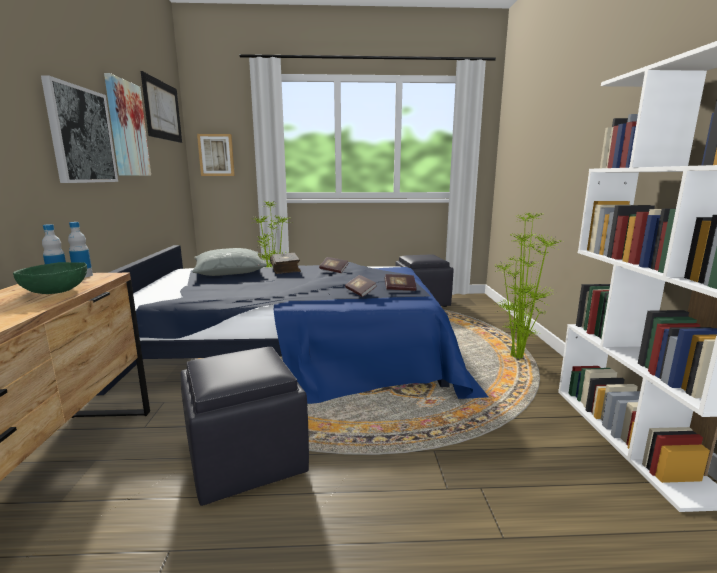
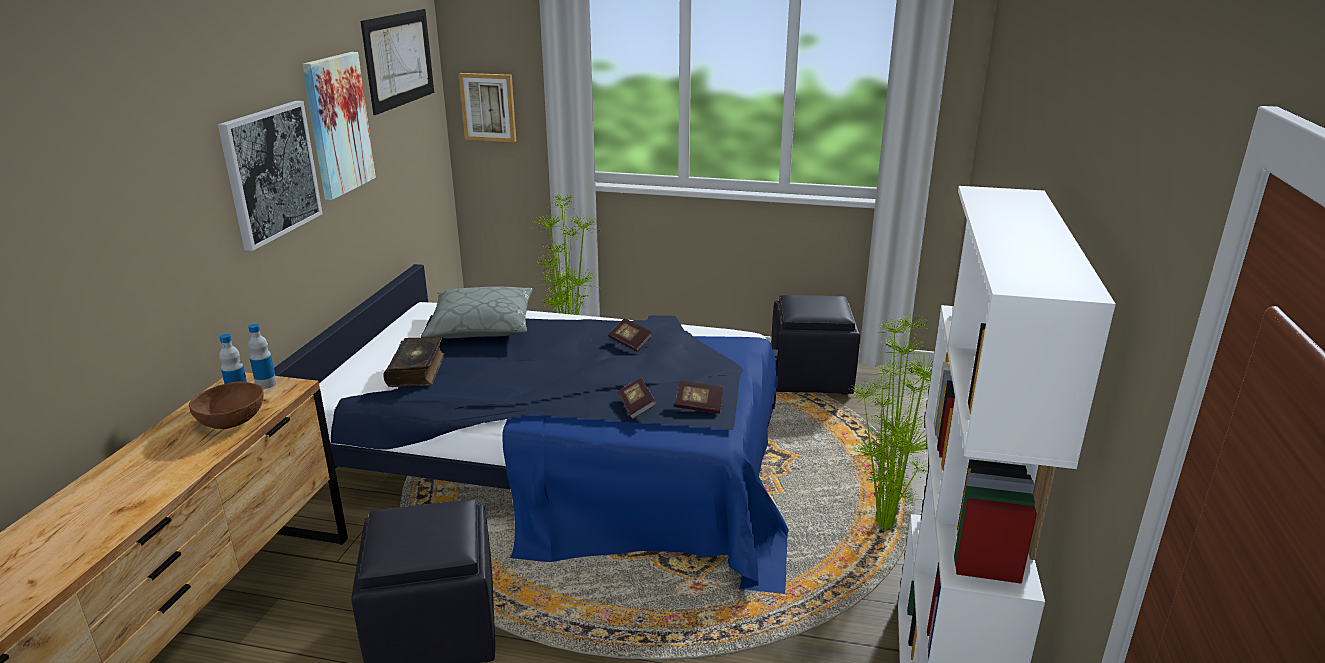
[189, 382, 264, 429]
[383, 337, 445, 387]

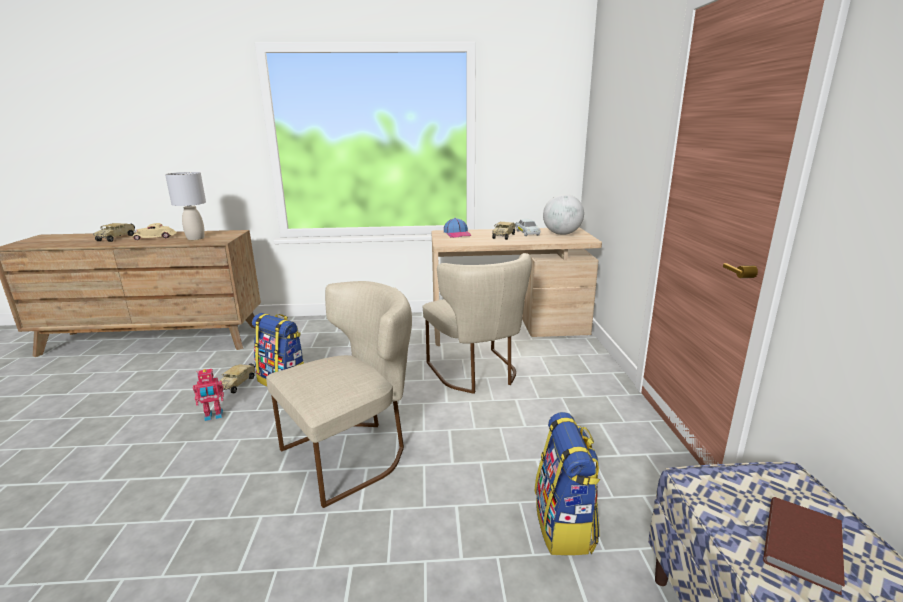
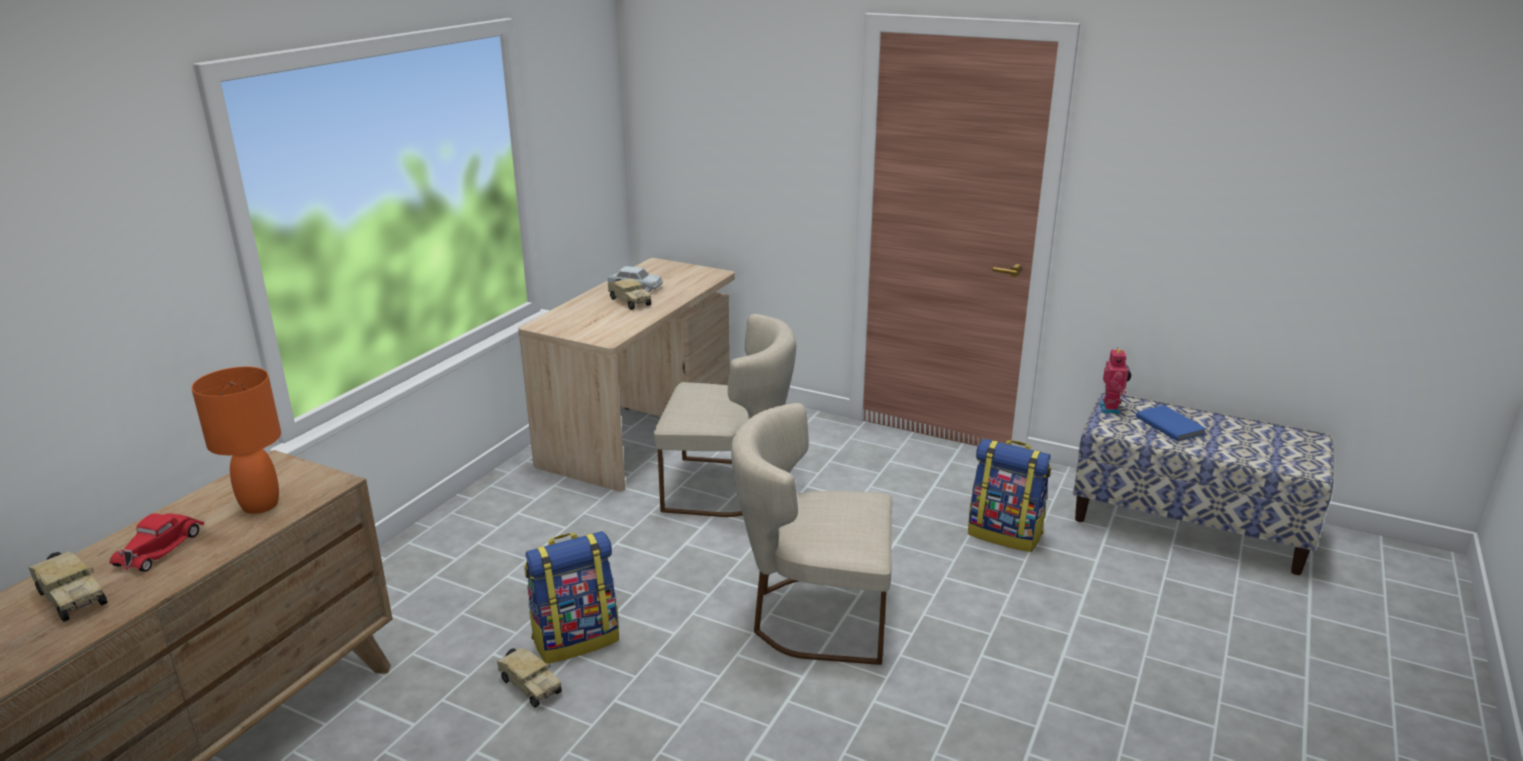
[109, 513, 205, 572]
[191, 367, 281, 514]
[1099, 347, 1131, 414]
[731, 403, 892, 665]
[444, 218, 471, 238] (first image)
[543, 194, 584, 235] (first image)
[1136, 405, 1207, 442]

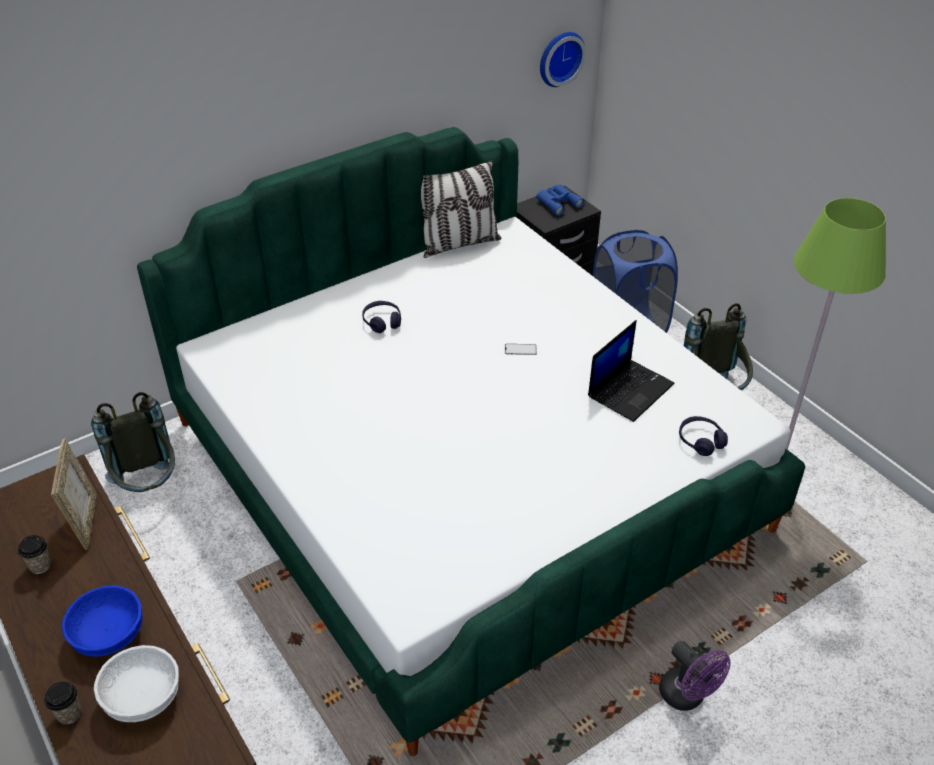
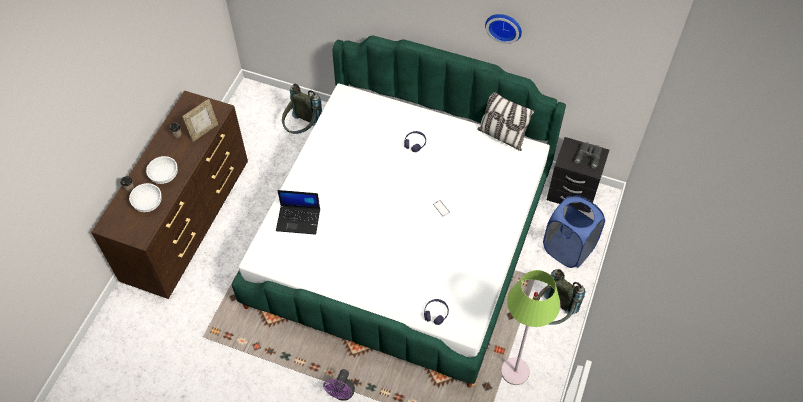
[146, 156, 178, 184]
[574, 142, 602, 169]
[485, 14, 522, 44]
[276, 190, 320, 235]

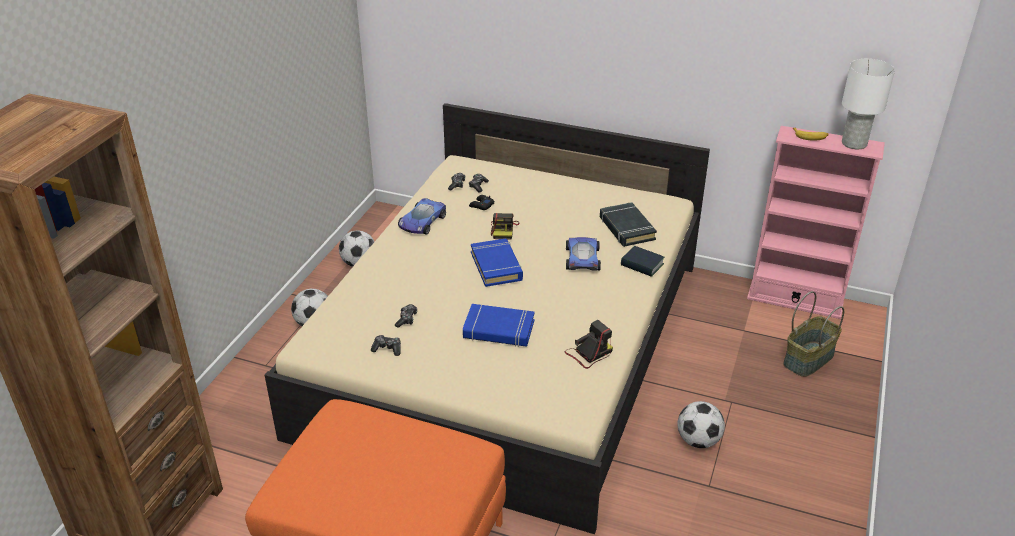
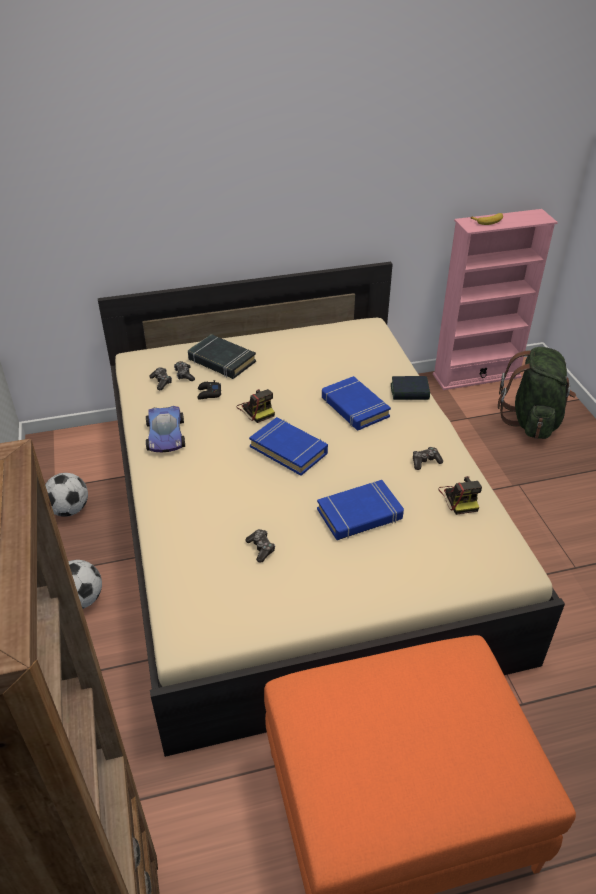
[413, 447, 443, 470]
[438, 476, 482, 515]
[322, 376, 391, 430]
[188, 334, 256, 379]
[677, 401, 725, 448] (first image)
[498, 347, 576, 439]
[842, 59, 895, 149] (first image)

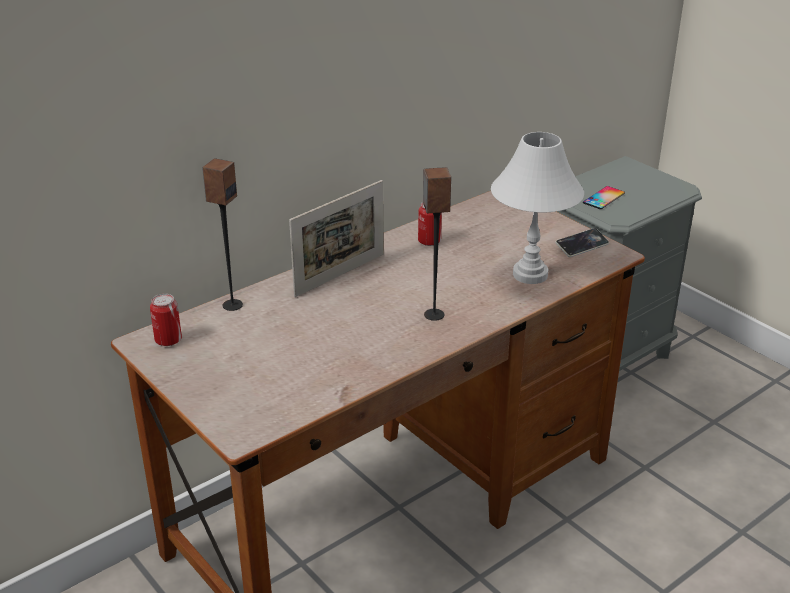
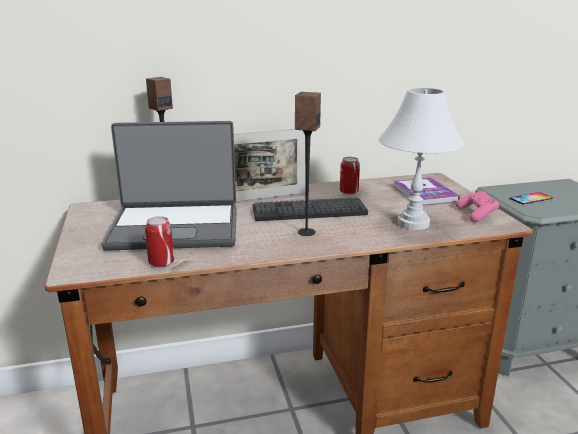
[145, 216, 174, 267]
[456, 191, 499, 222]
[101, 121, 237, 251]
[253, 197, 368, 221]
[392, 177, 460, 206]

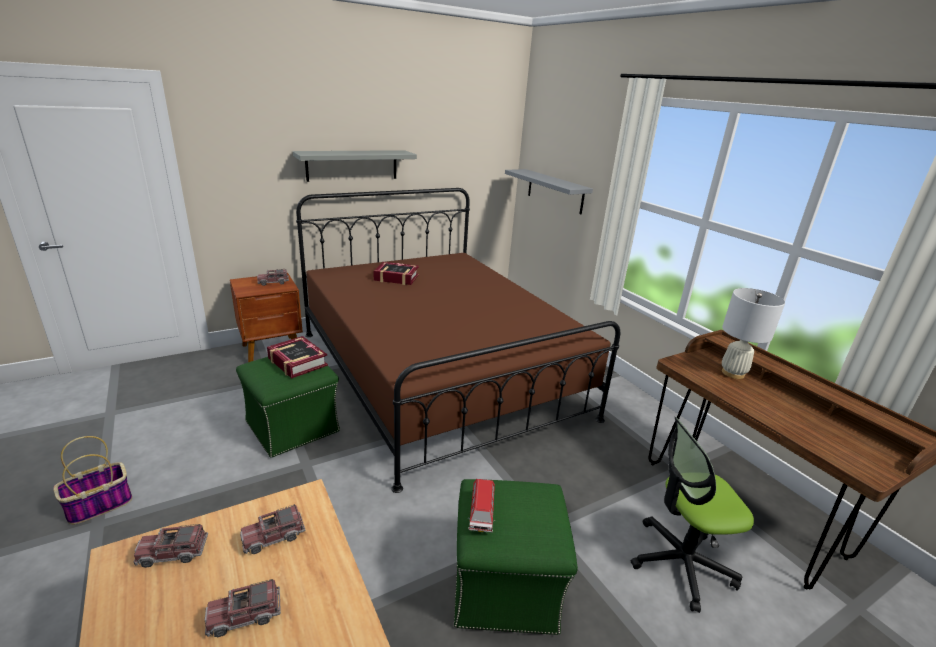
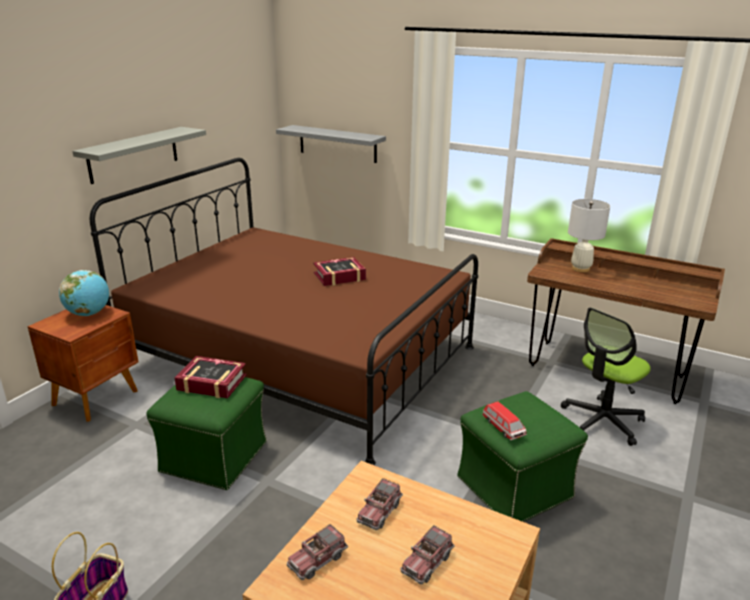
[59, 270, 109, 316]
[313, 257, 366, 286]

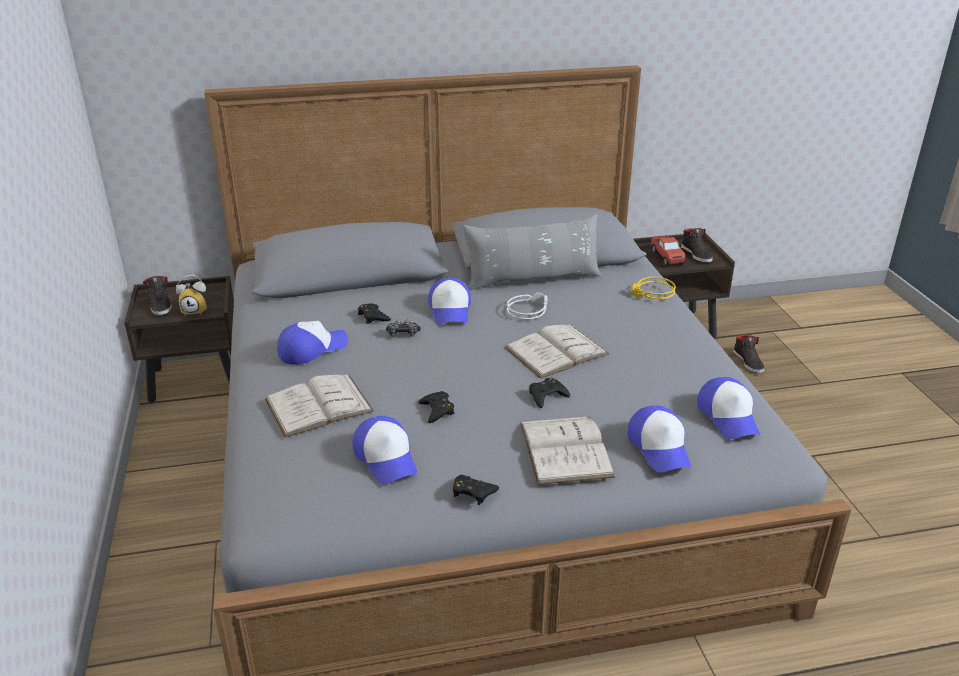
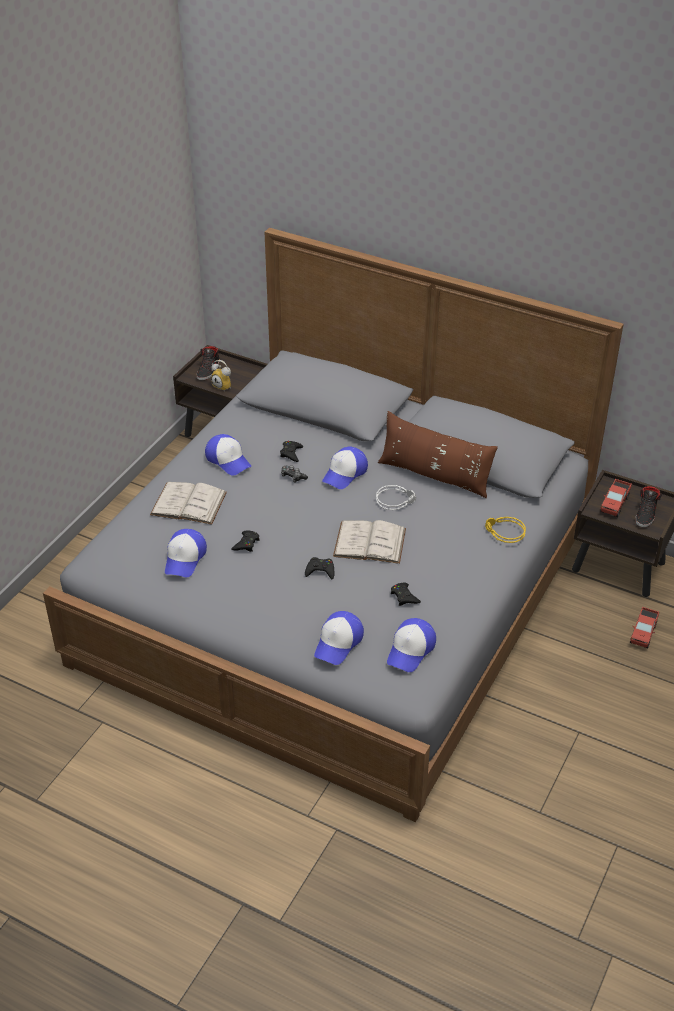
[205, 434, 251, 476]
[391, 583, 421, 606]
[378, 411, 498, 498]
[520, 416, 615, 485] (first image)
[630, 607, 659, 648]

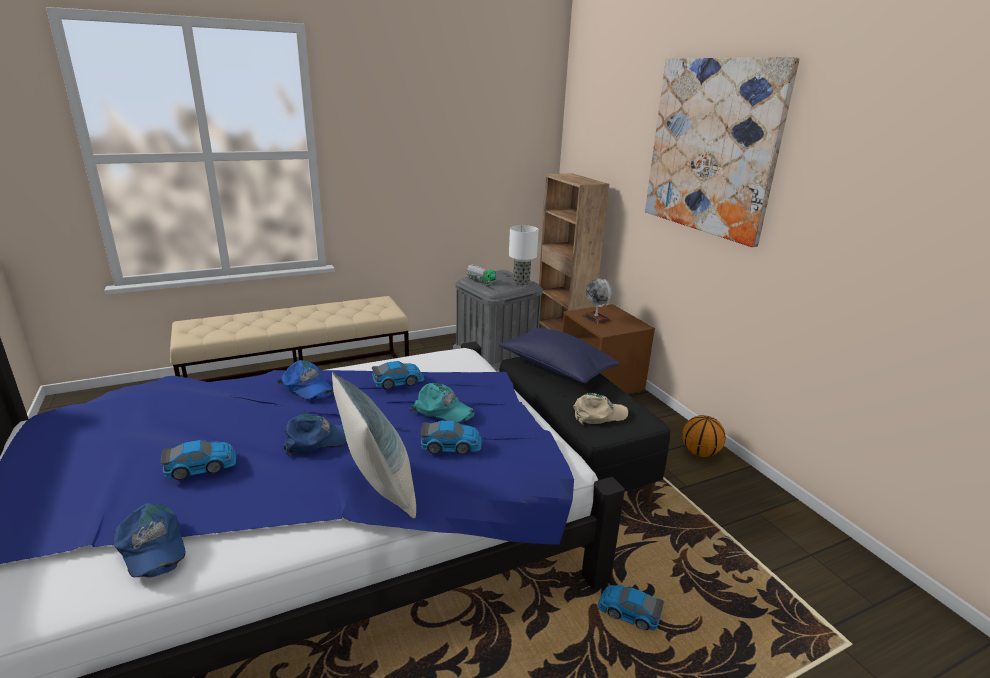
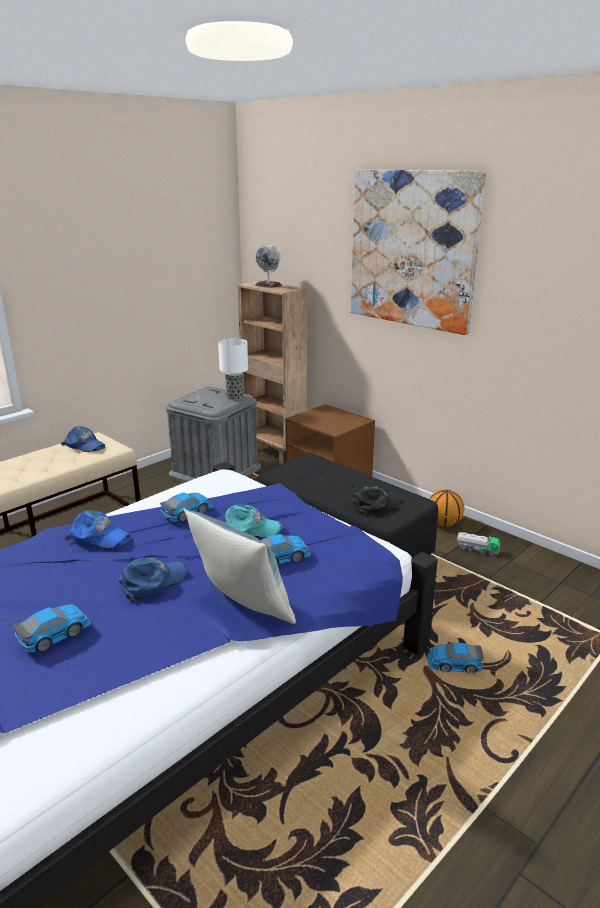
[61, 426, 105, 452]
[457, 532, 500, 556]
[499, 328, 620, 383] (first image)
[352, 487, 400, 517]
[255, 244, 282, 288]

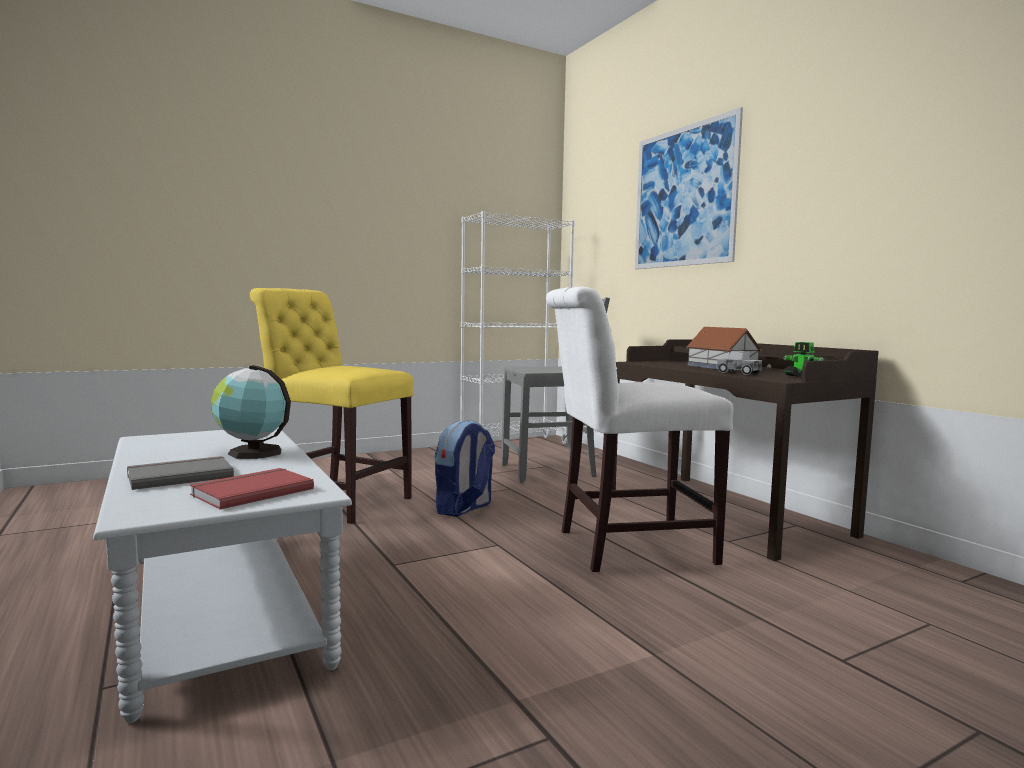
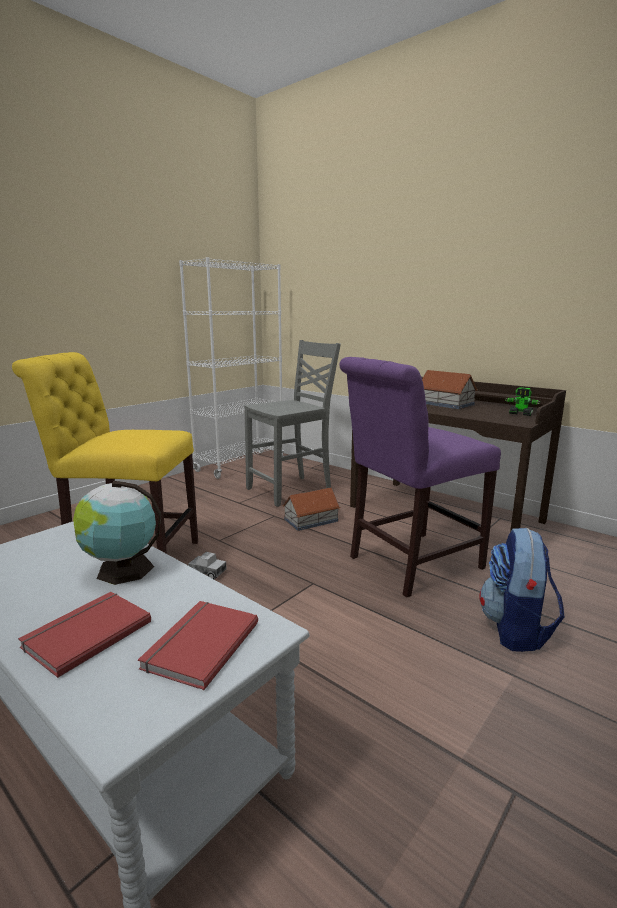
[18, 592, 151, 678]
[479, 528, 565, 652]
[339, 357, 501, 598]
[635, 107, 743, 269] (first image)
[188, 552, 227, 579]
[283, 487, 341, 531]

